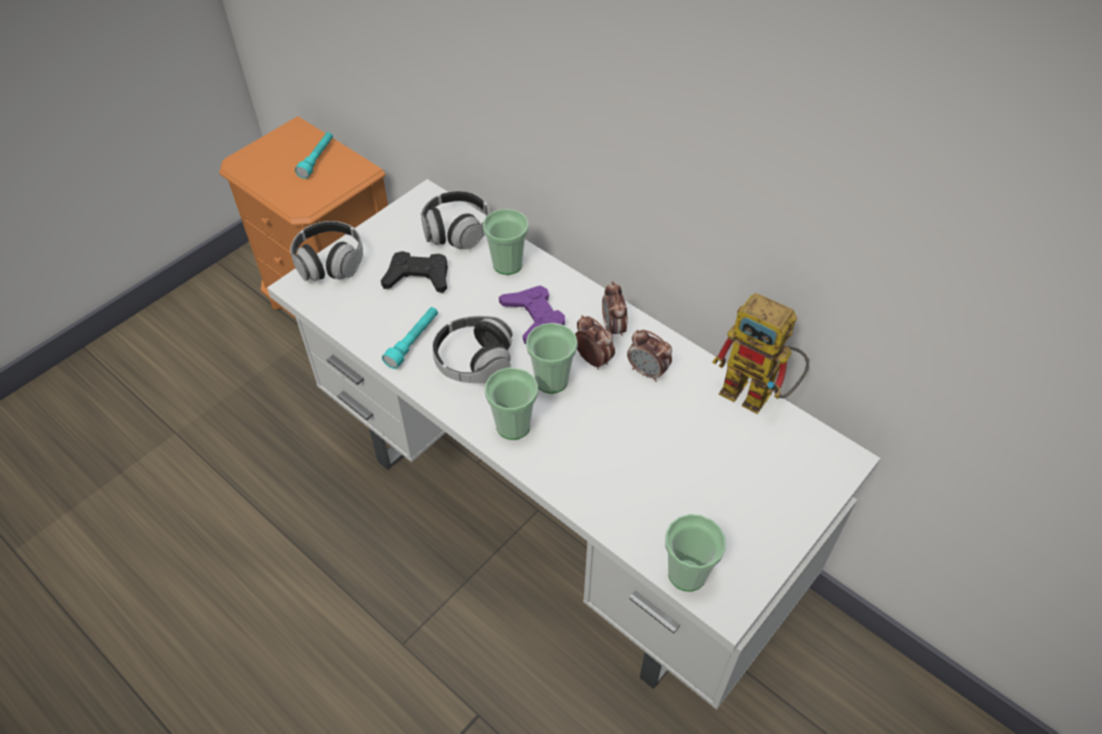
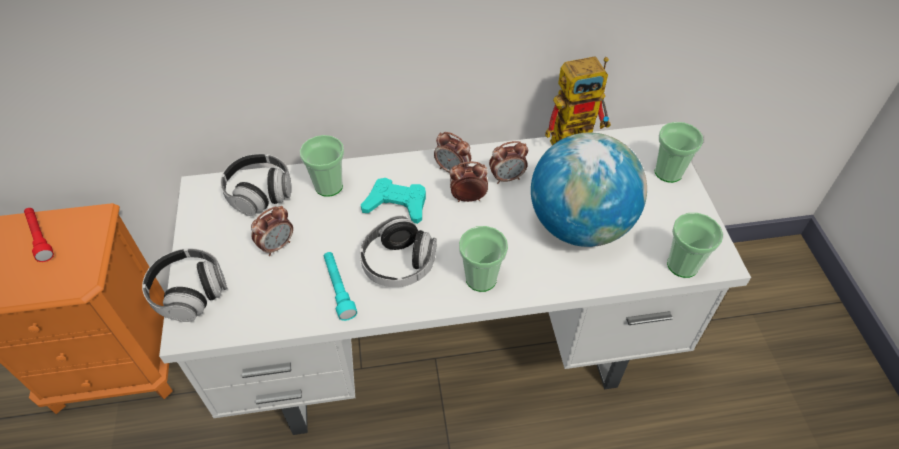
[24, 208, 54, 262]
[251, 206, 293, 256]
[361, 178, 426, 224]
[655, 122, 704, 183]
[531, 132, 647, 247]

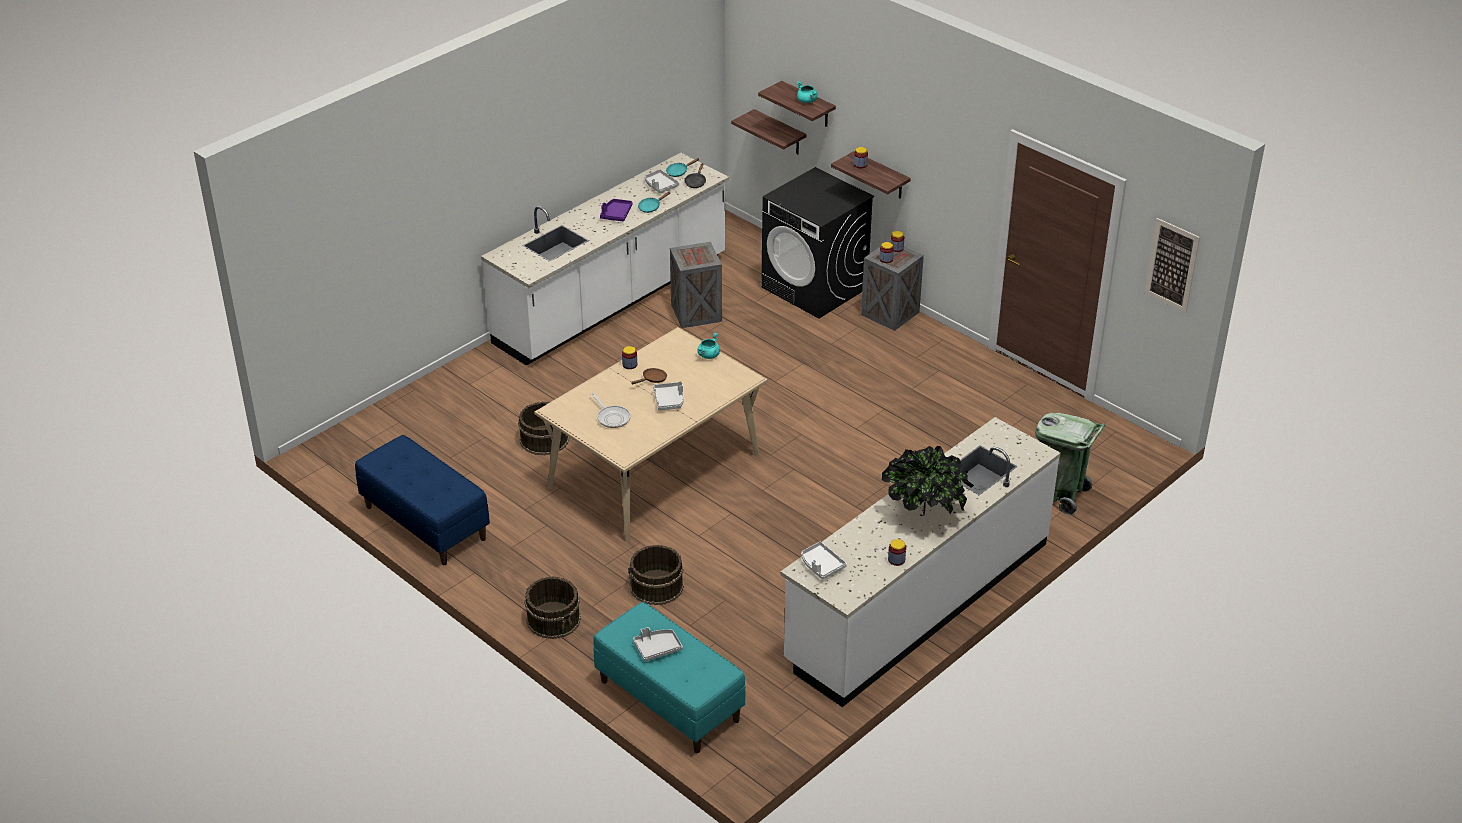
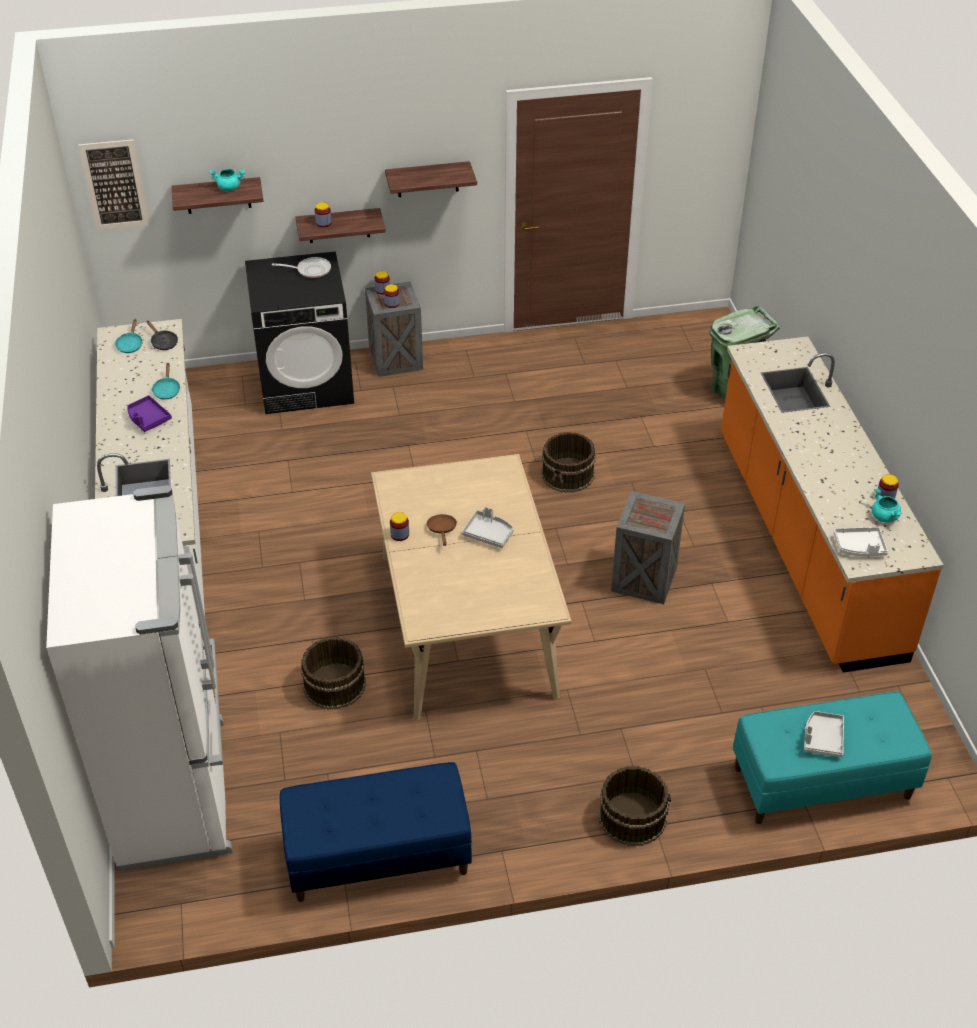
[272, 257, 331, 278]
[541, 432, 596, 493]
[645, 169, 679, 193] (first image)
[611, 491, 685, 604]
[872, 488, 902, 522]
[385, 161, 477, 197]
[721, 337, 944, 673]
[882, 446, 974, 514] (first image)
[78, 139, 149, 230]
[46, 485, 233, 871]

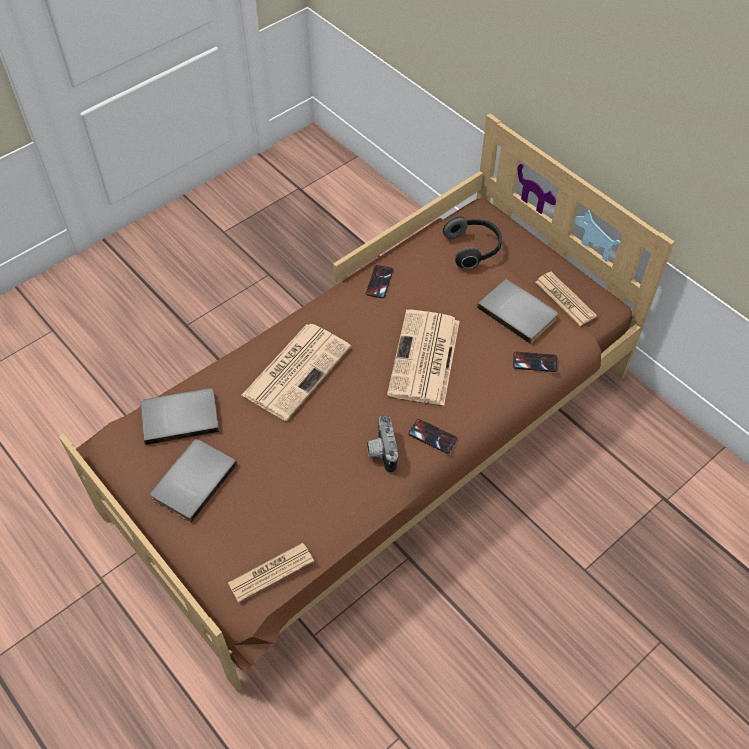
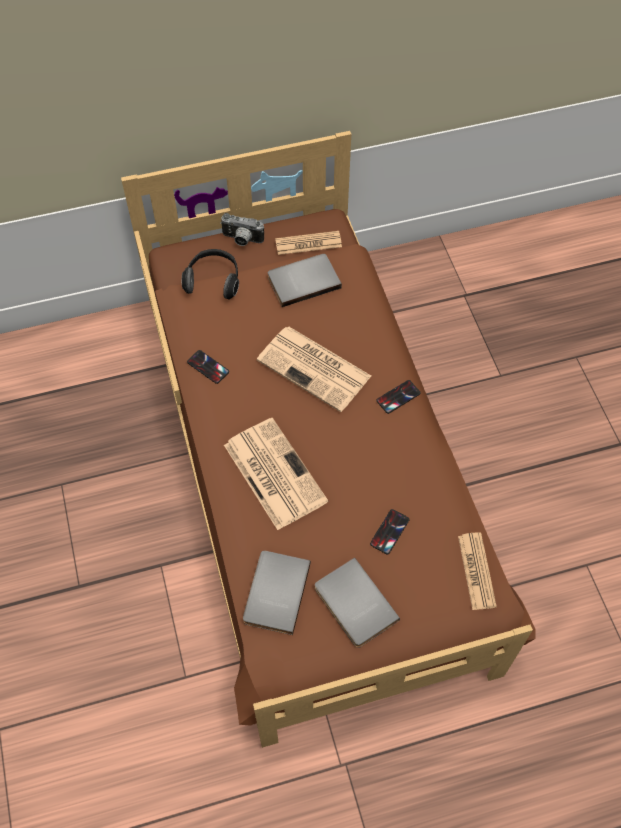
[220, 213, 264, 246]
[370, 509, 409, 554]

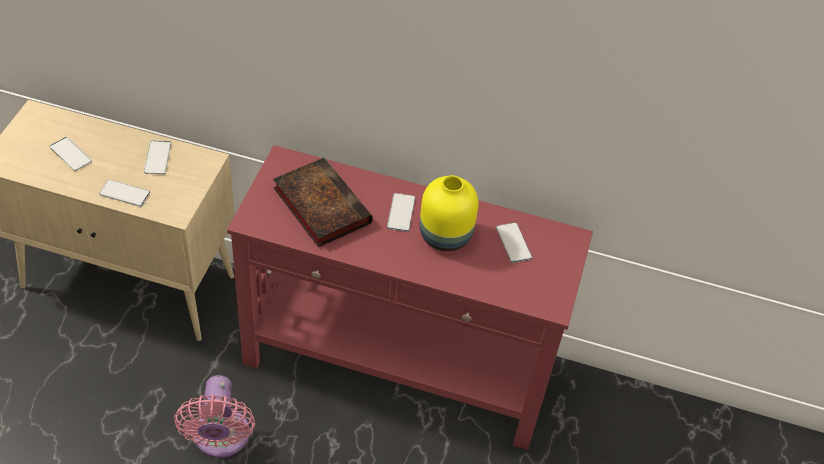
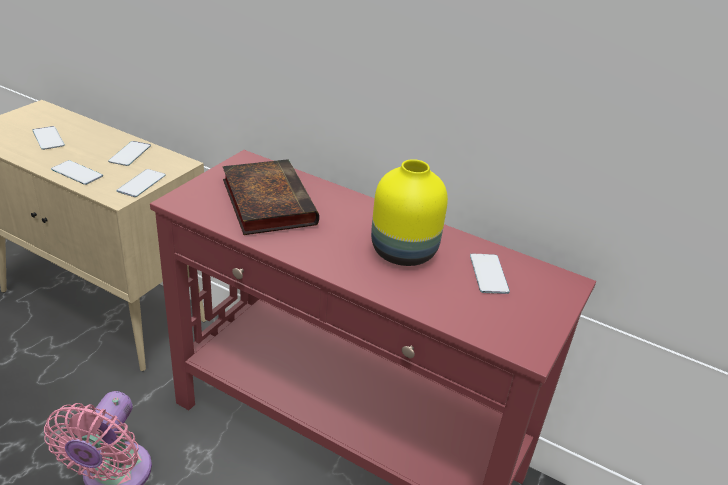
[116, 169, 166, 197]

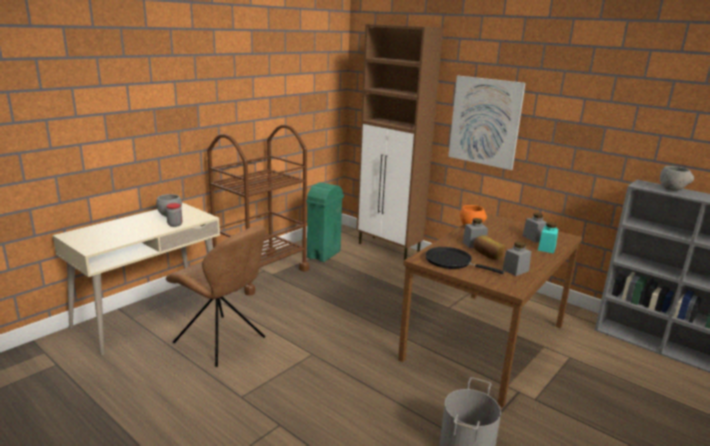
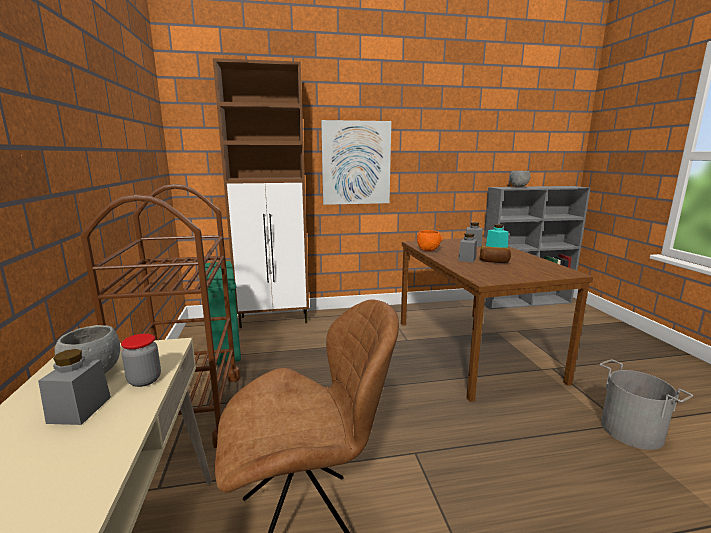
[425, 247, 504, 274] (first image)
[38, 349, 111, 425]

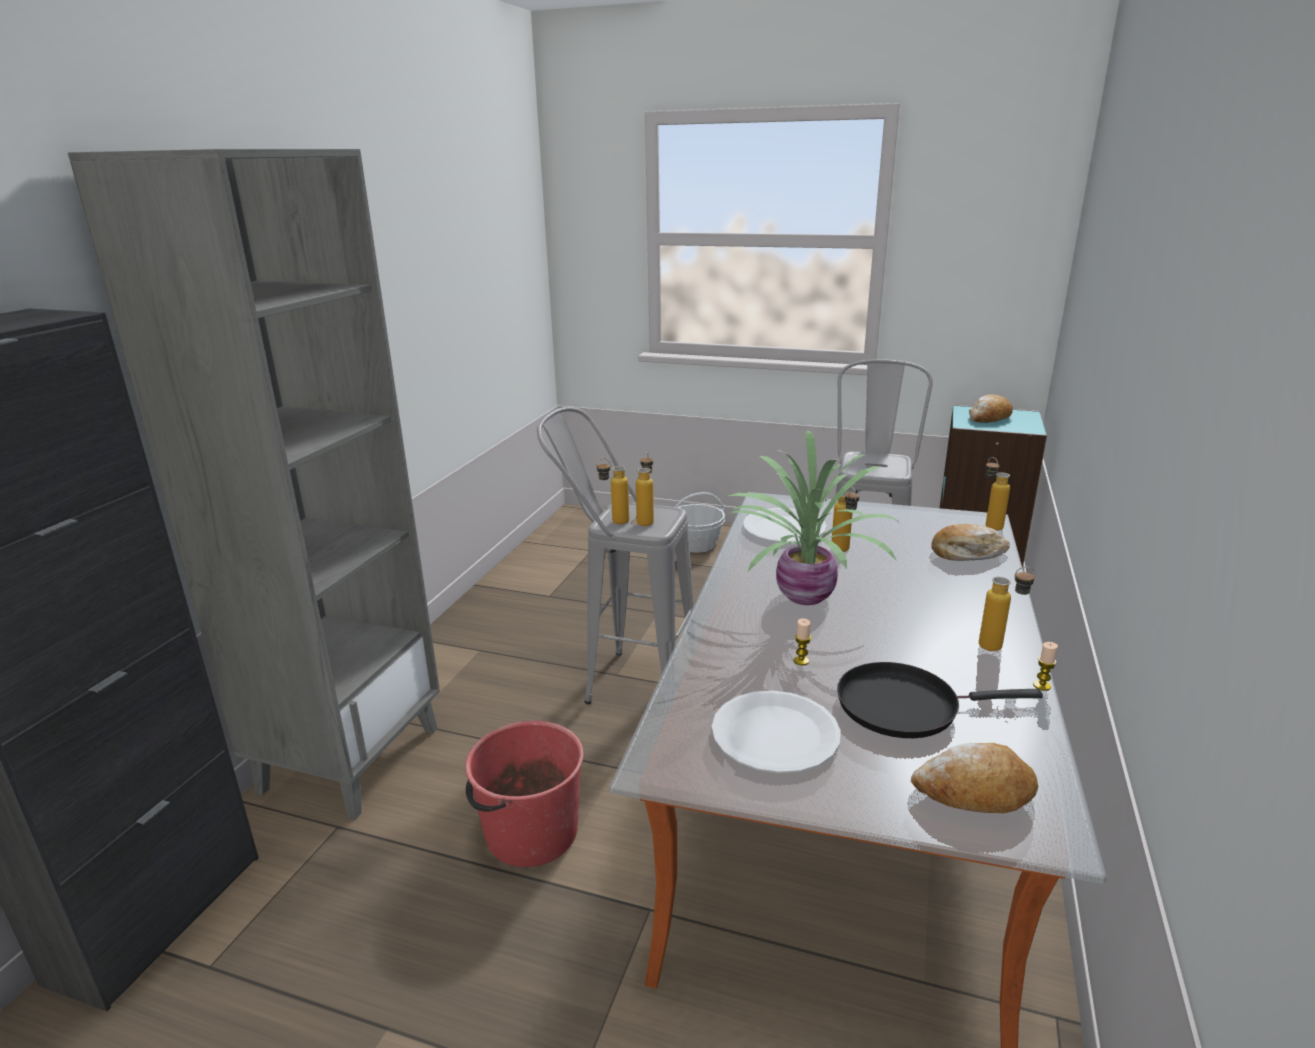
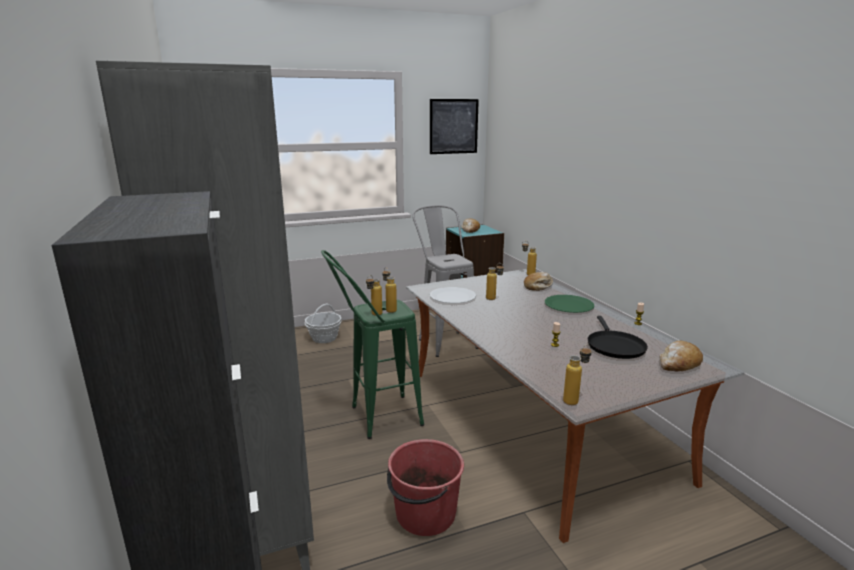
[321, 250, 424, 439]
[712, 691, 841, 773] (first image)
[728, 430, 900, 605] (first image)
[588, 316, 648, 359]
[563, 344, 591, 405]
[430, 99, 479, 154]
[545, 295, 595, 313]

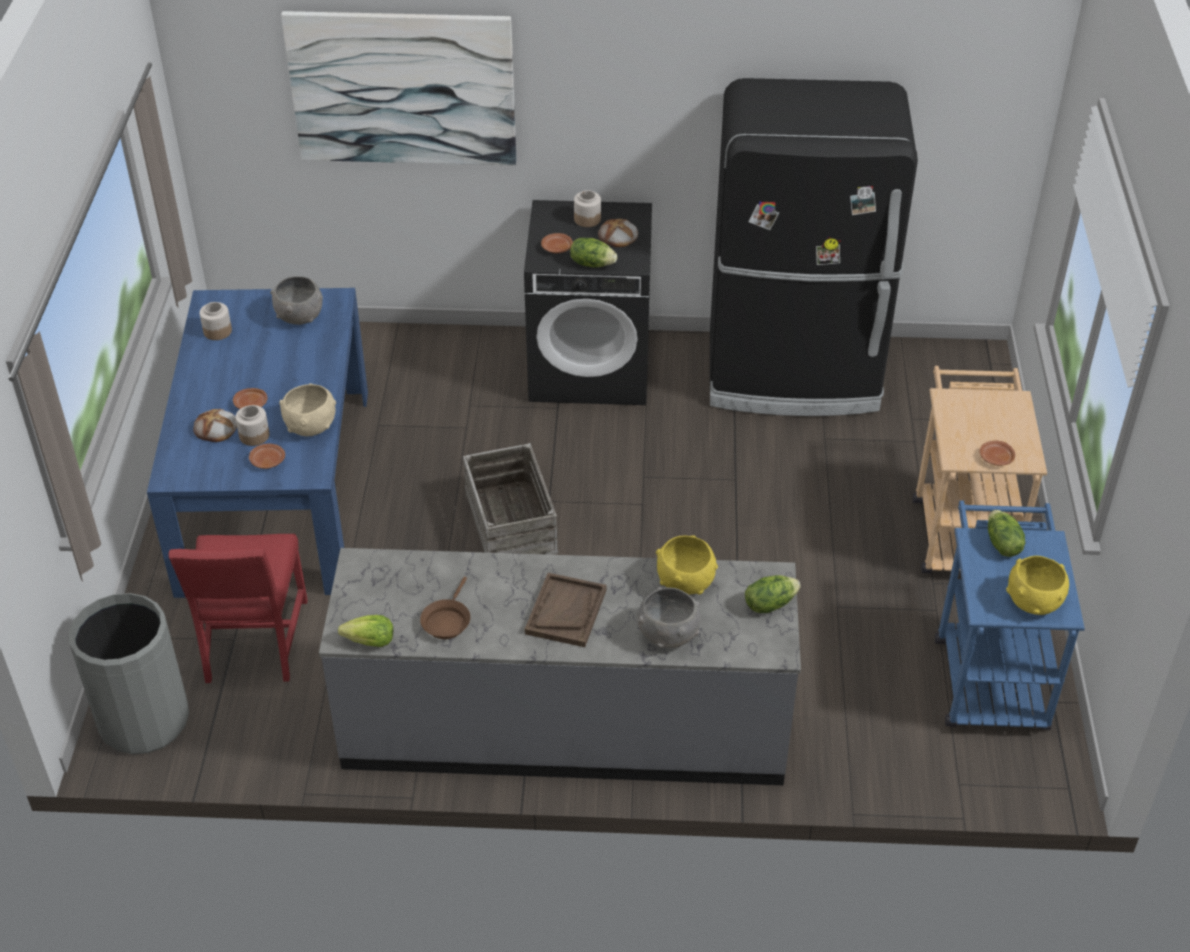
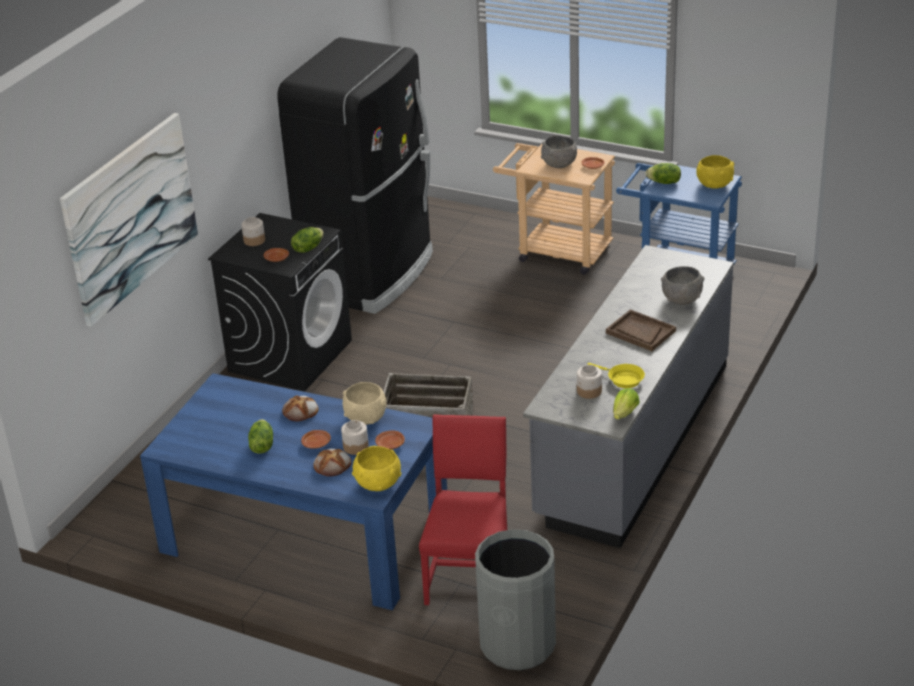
[419, 414, 507, 605]
[577, 365, 602, 399]
[541, 136, 577, 168]
[588, 363, 645, 388]
[282, 395, 319, 421]
[352, 446, 401, 491]
[248, 419, 273, 454]

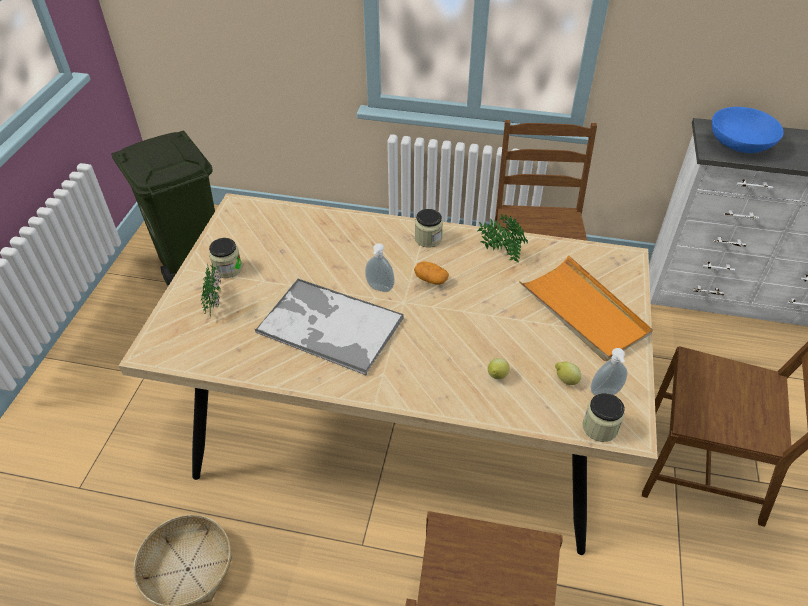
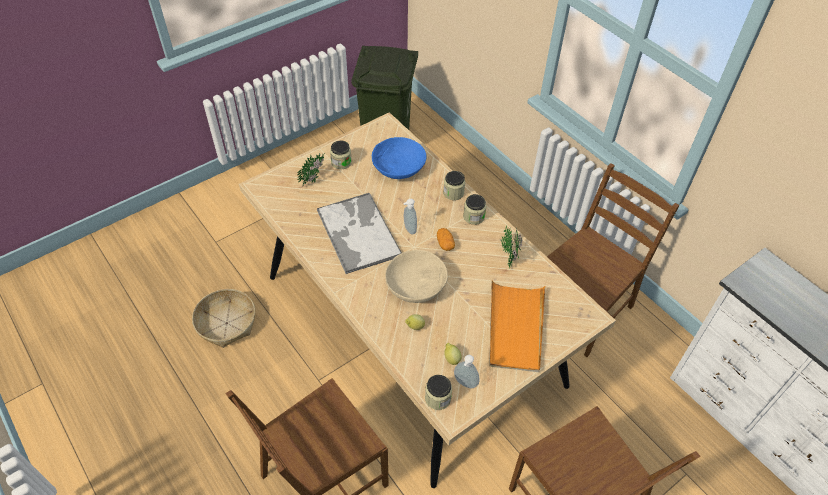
[372, 137, 427, 179]
[385, 250, 448, 303]
[443, 171, 465, 200]

